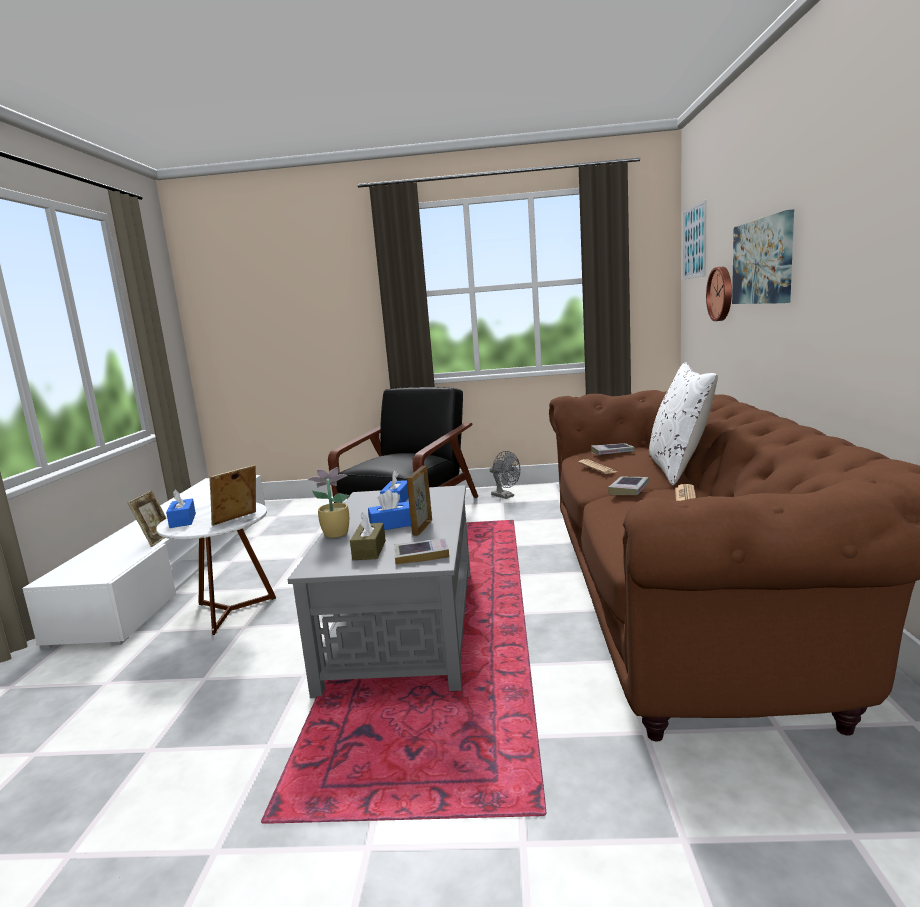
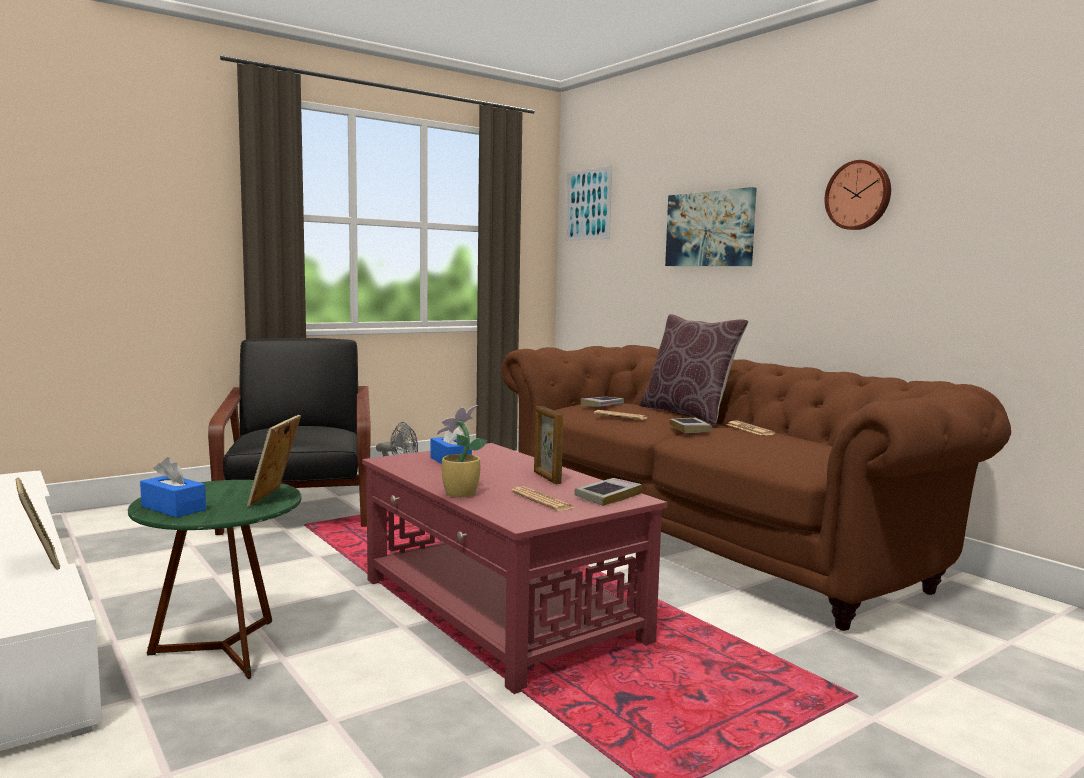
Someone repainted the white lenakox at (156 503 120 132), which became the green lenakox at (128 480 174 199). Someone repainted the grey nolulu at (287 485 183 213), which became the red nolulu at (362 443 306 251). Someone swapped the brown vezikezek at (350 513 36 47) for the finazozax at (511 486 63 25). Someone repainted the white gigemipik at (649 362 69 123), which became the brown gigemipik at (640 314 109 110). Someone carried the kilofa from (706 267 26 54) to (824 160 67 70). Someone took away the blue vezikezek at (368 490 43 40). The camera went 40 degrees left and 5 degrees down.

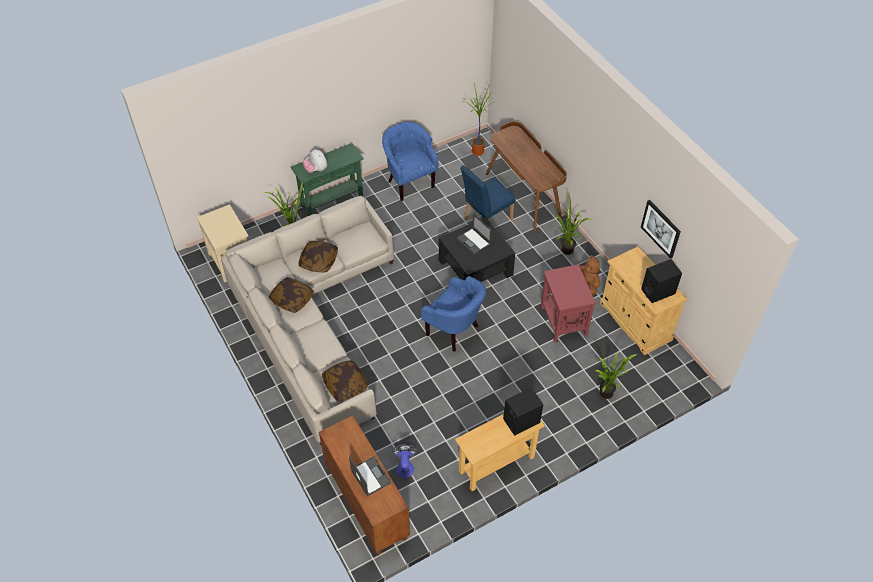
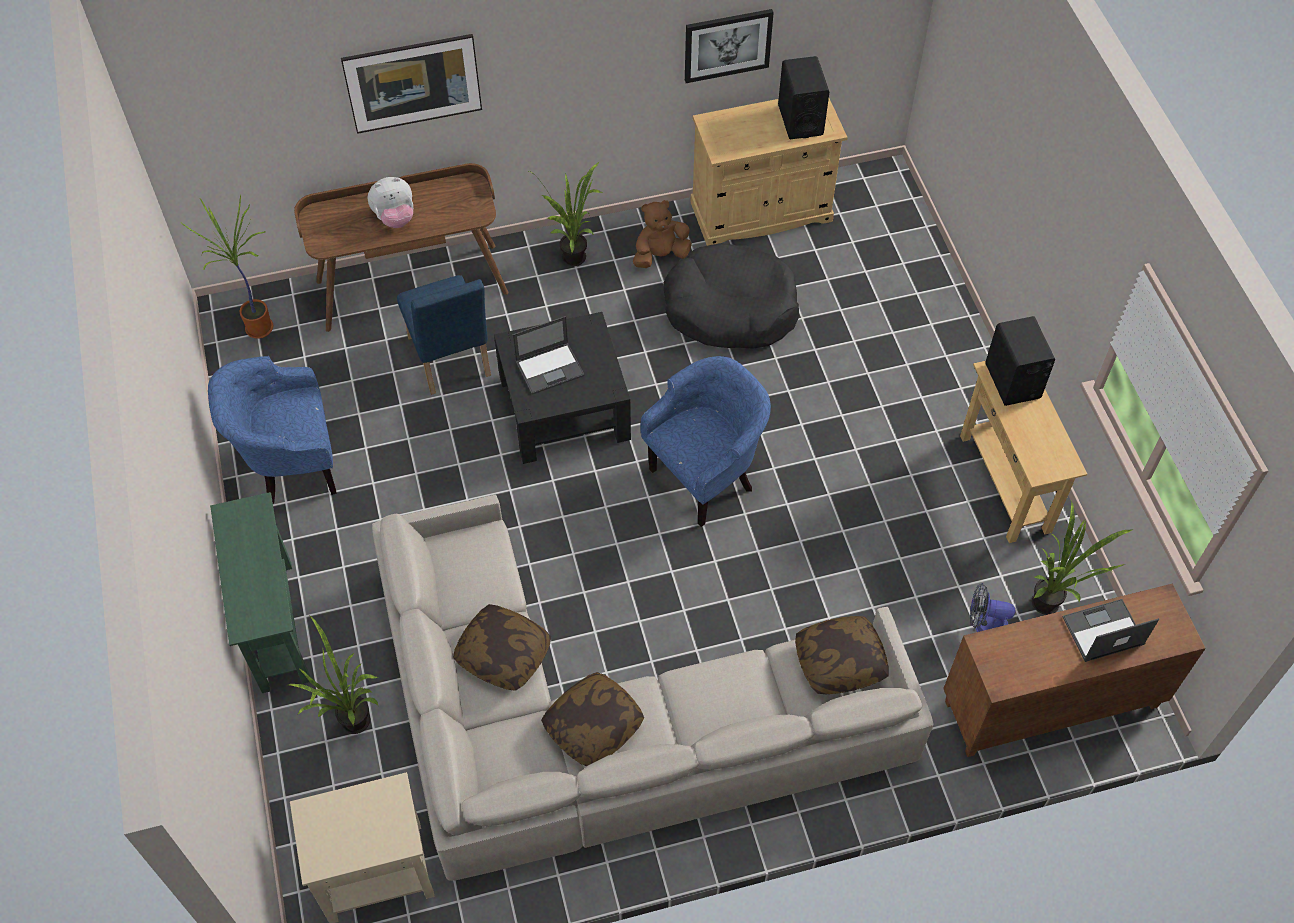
Someone put up the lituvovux at (341 34 141 100). Someone carried the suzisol from (303 149 25 24) to (368 177 45 51). Someone swapped the red lenakox at (540 264 56 78) for the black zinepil at (663 243 136 106). Someone carried the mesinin from (595 344 43 55) to (1032 501 100 114). The camera went 75 degrees left and 5 degrees up.

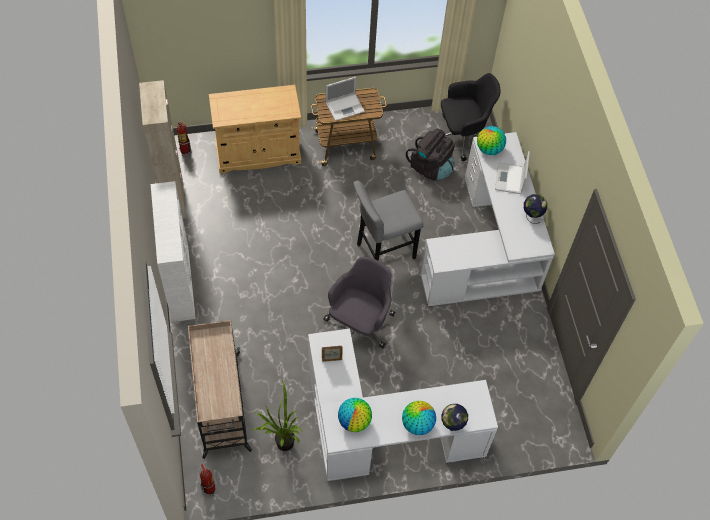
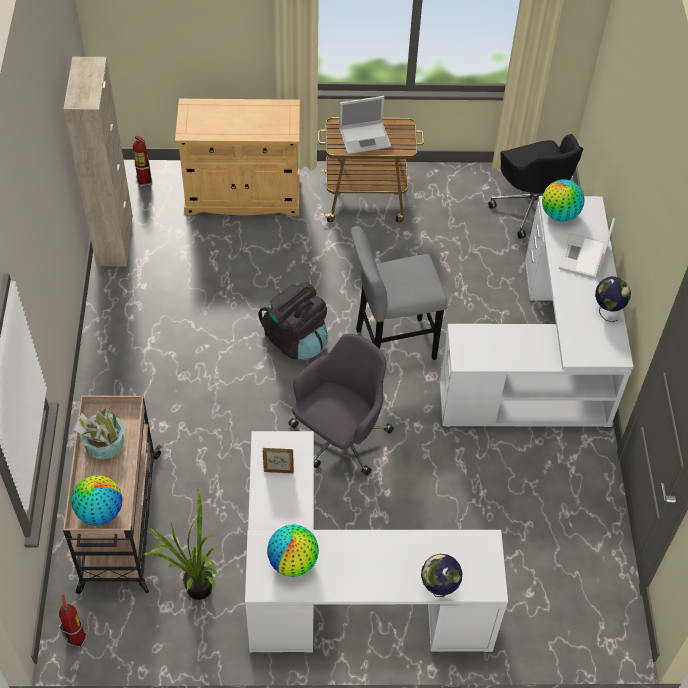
Someone carried the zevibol from (402 401 34 34) to (72 475 50 51). Someone put down the mesinin at (74 403 50 57). Someone carried the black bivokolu from (406 129 49 51) to (259 282 69 78). Someone rotated the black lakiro at (441 73 60 88) by 75 degrees clockwise. Someone took away the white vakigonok at (151 181 45 141). The camera went 10 degrees right and 5 degrees down.

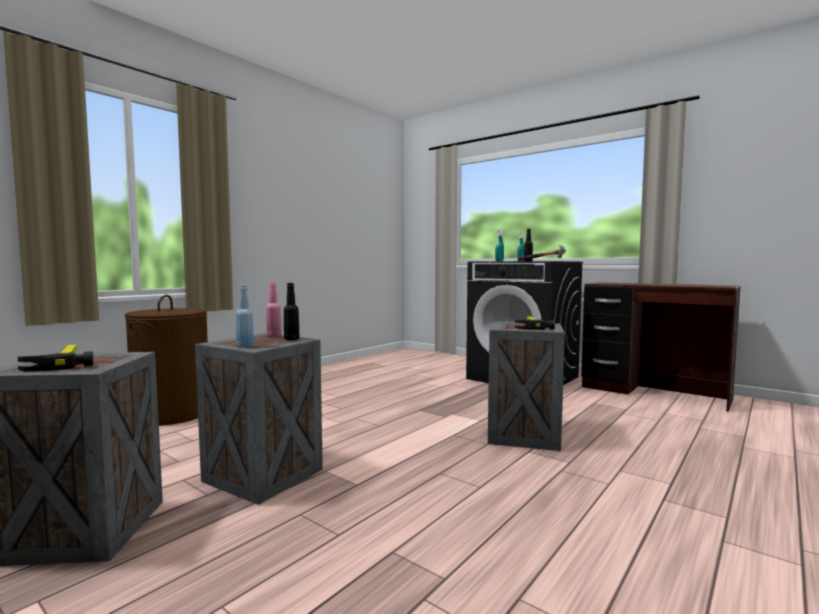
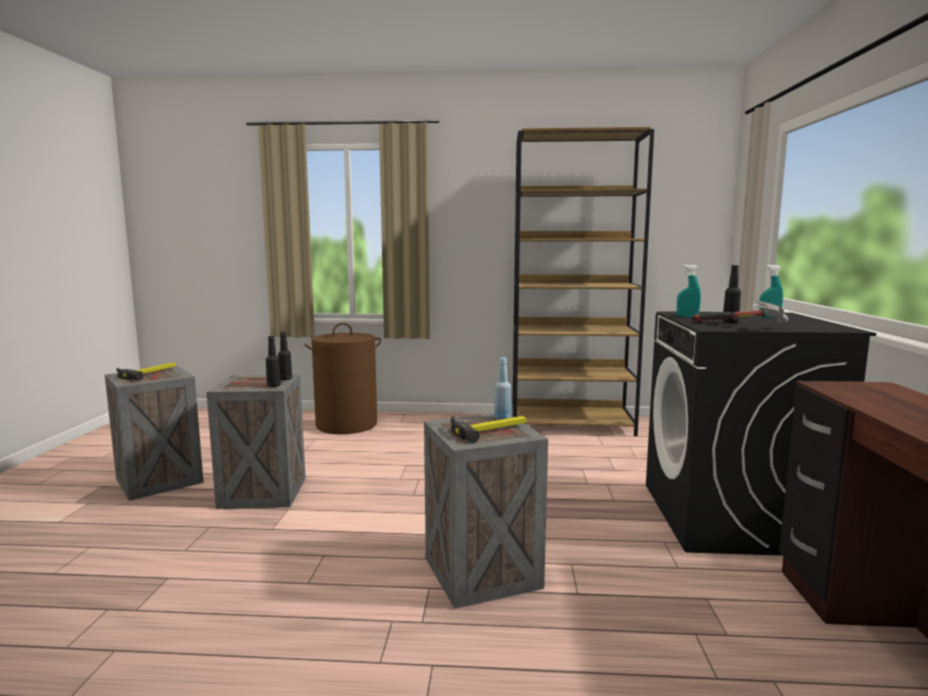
Someone repainted the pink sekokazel at (266 282 16 55), which became the black sekokazel at (278 332 14 48). Someone carried the blue sekokazel from (236 285 18 63) to (494 358 17 62). Someone put down the brown vakigonok at (512 127 142 309). The camera went 55 degrees right and 5 degrees up.

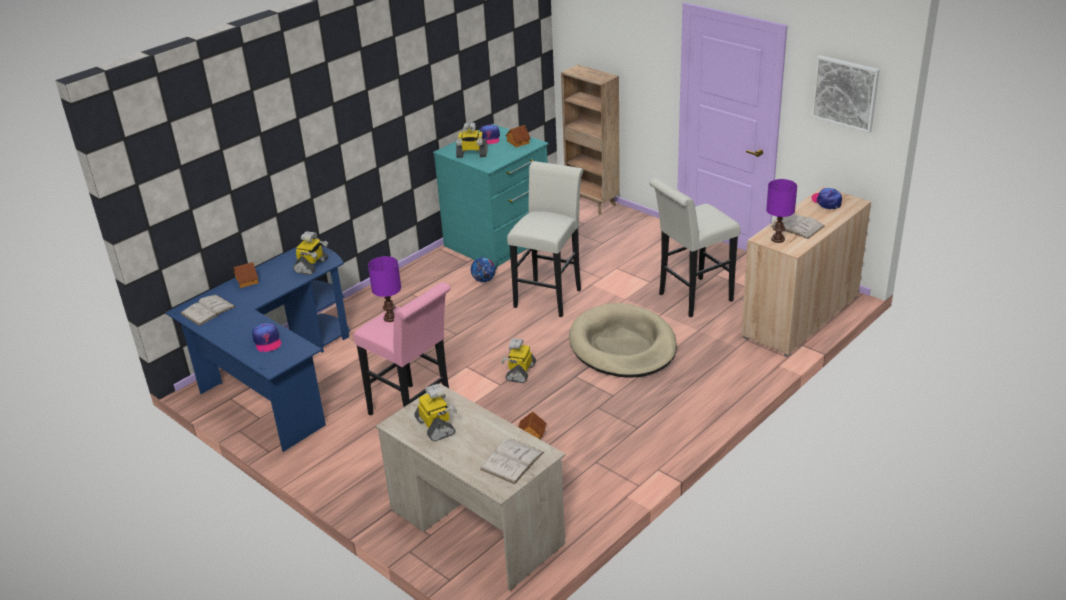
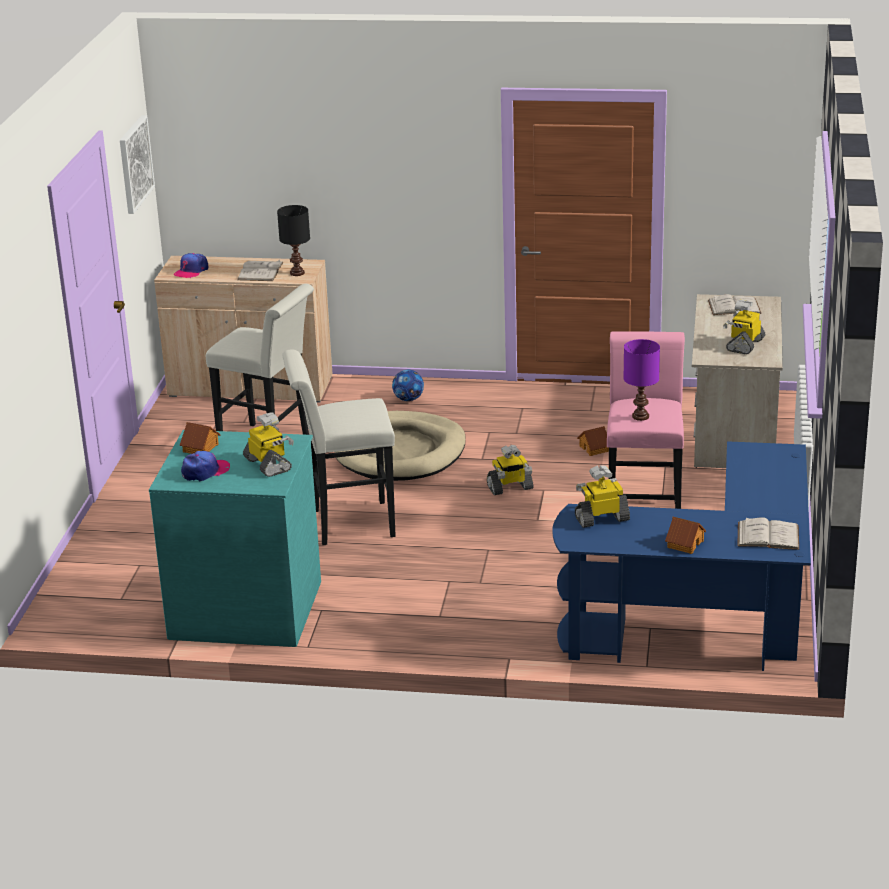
Someone repainted the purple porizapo at (766 179 31 64), which became the black porizapo at (277 205 33 71). Someone carried the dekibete from (471 257 25 25) to (392 370 32 31). Someone took away the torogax at (252 323 29 29). Someone took away the brown vakigonok at (561 65 59 150). The camera went 125 degrees left and 5 degrees down.

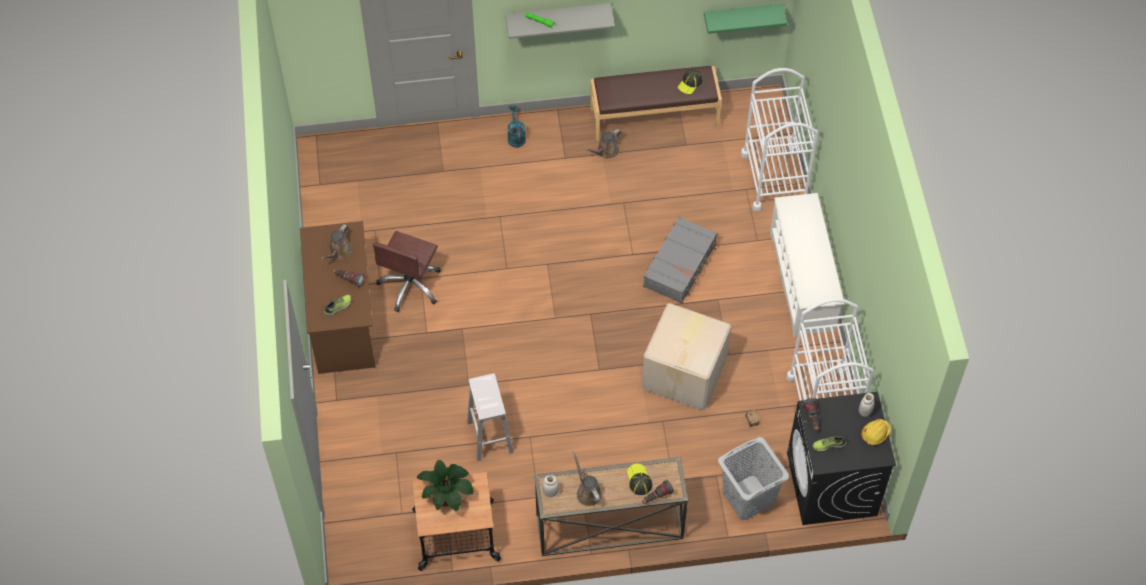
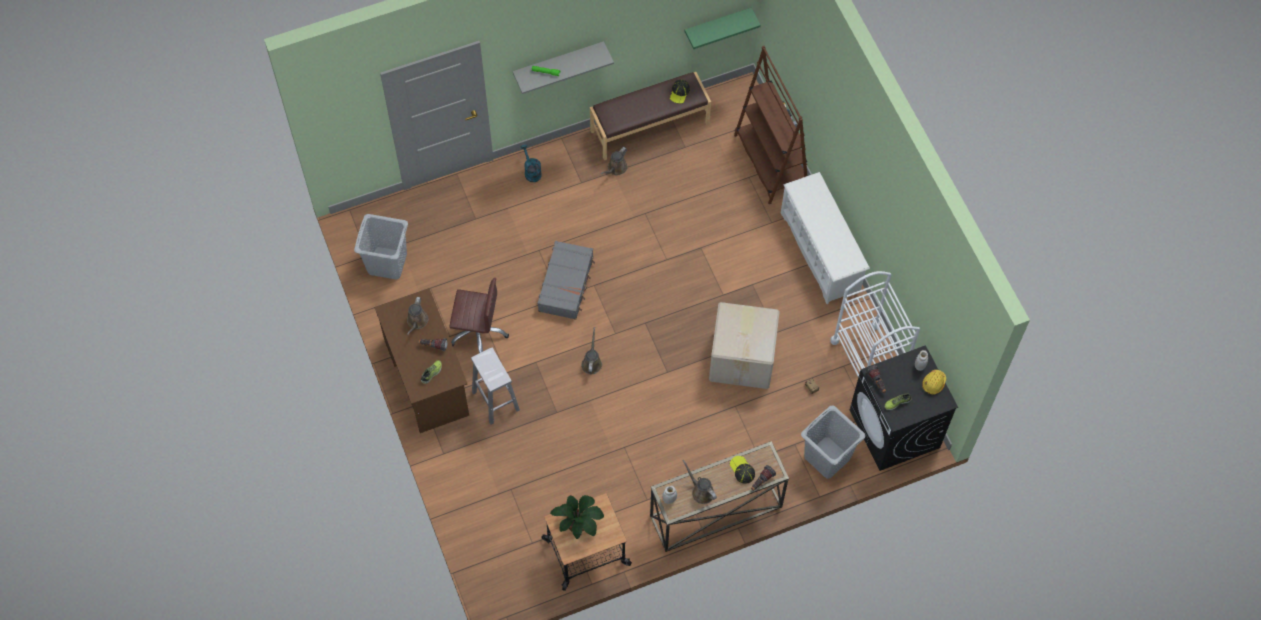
Someone put down the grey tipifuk at (354 214 54 66). Someone rotated the brown lakiro at (373 231 68 81) by 90 degrees counterclockwise. Someone carried the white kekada from (467 373 47 88) to (471 348 49 77). Someone carried the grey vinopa from (643 217 74 86) to (538 241 57 79). Someone put down the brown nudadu at (581 327 21 47). Someone swapped the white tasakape at (741 68 77 144) for the brown vakigonok at (734 46 73 158). The camera went 15 degrees left and 5 degrees up.

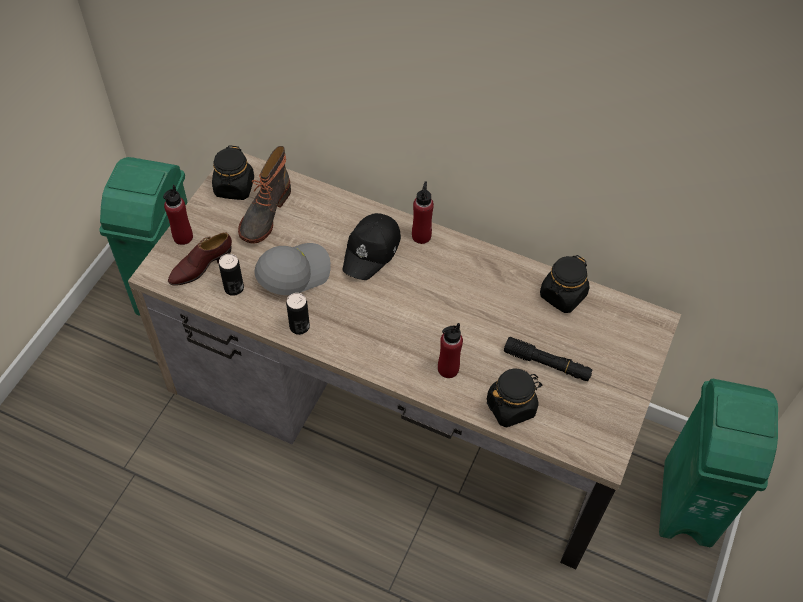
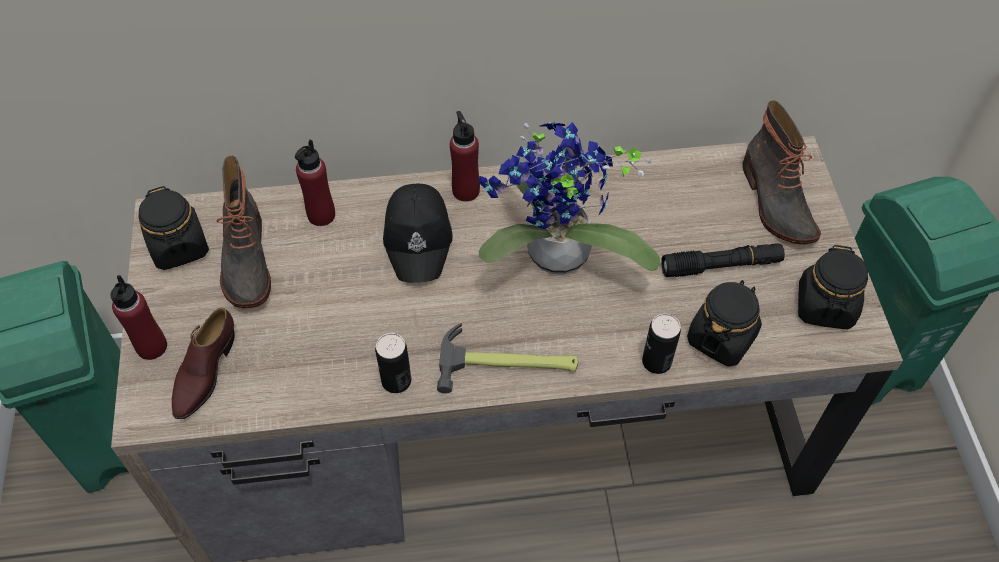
Someone carried the red sekokazel from (438 323 25 55) to (295 140 40 86). Someone put down the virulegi at (437 323 141 71). Someone put down the mesinin at (478 122 183 153). Someone carried the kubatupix from (219 254 25 42) to (642 313 39 61). Someone put down the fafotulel at (742 100 79 145). Someone carried the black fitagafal from (540 255 50 58) to (798 245 70 84). Someone took away the grey torogax at (254 243 77 52). The camera went 30 degrees left and 0 degrees up.

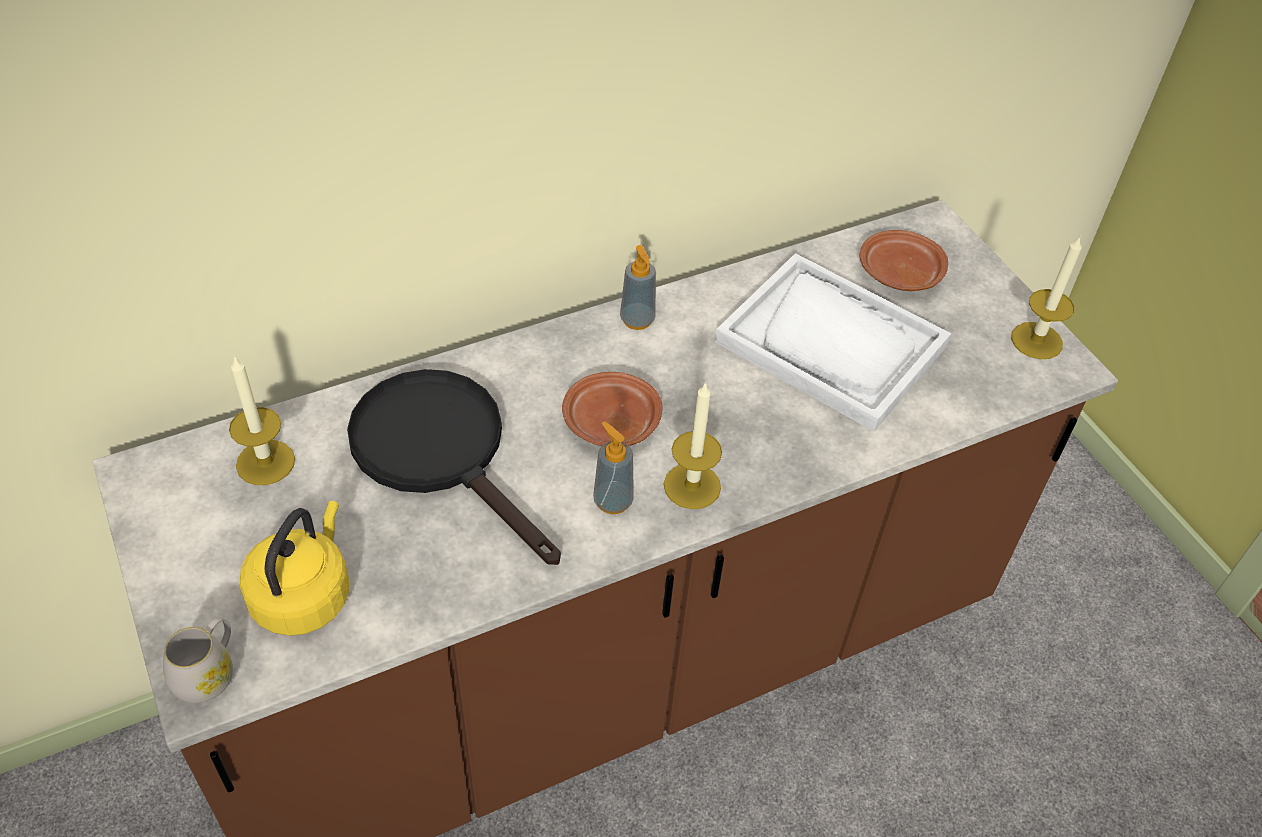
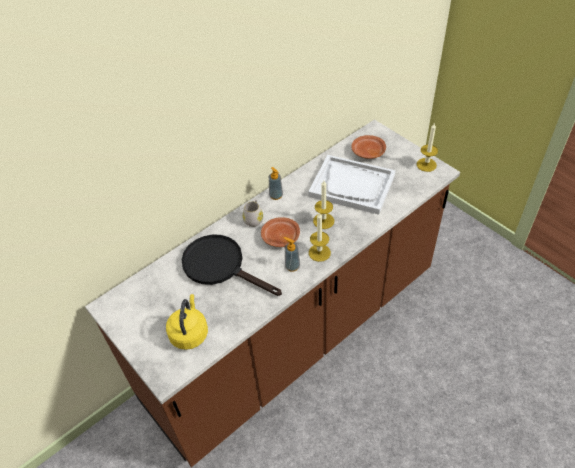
Someone carried the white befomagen from (163 617 70 86) to (243 199 20 28). Someone carried the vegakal from (229 355 66 130) to (313 181 21 48). The camera went 10 degrees left and 0 degrees up.

